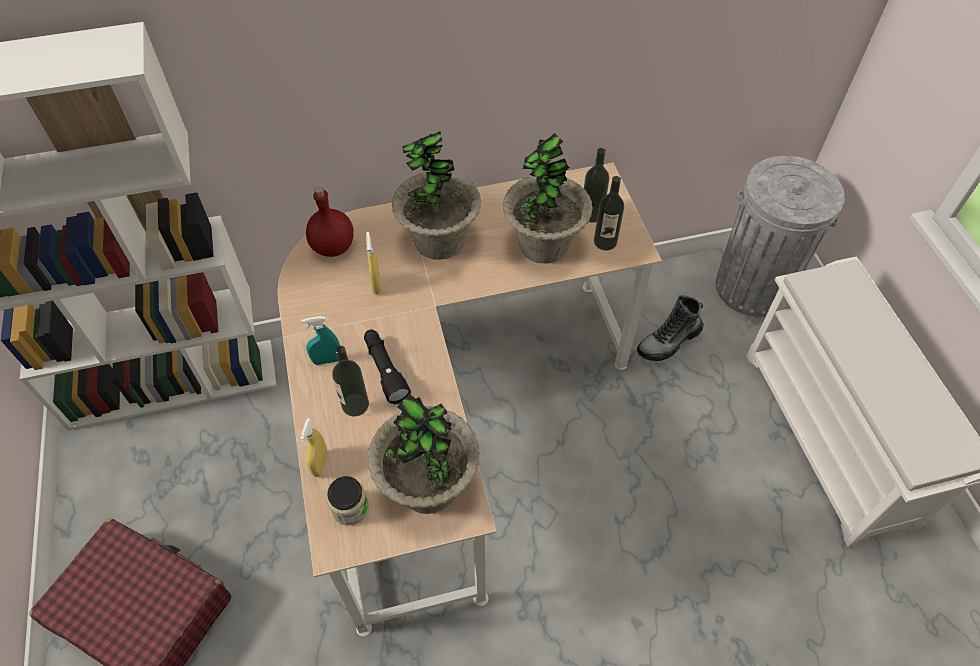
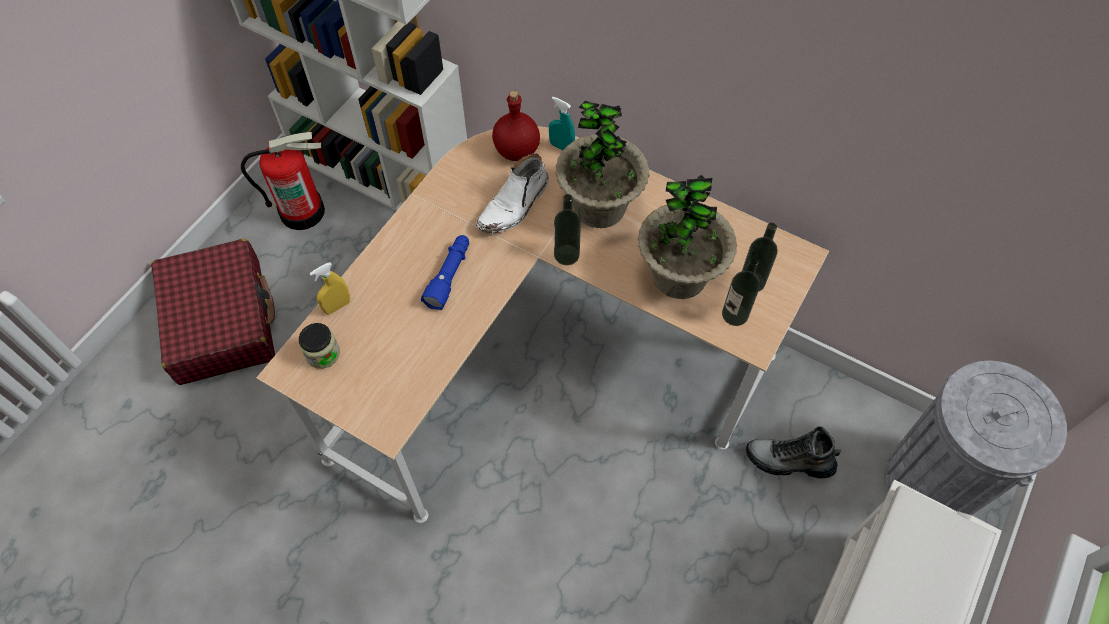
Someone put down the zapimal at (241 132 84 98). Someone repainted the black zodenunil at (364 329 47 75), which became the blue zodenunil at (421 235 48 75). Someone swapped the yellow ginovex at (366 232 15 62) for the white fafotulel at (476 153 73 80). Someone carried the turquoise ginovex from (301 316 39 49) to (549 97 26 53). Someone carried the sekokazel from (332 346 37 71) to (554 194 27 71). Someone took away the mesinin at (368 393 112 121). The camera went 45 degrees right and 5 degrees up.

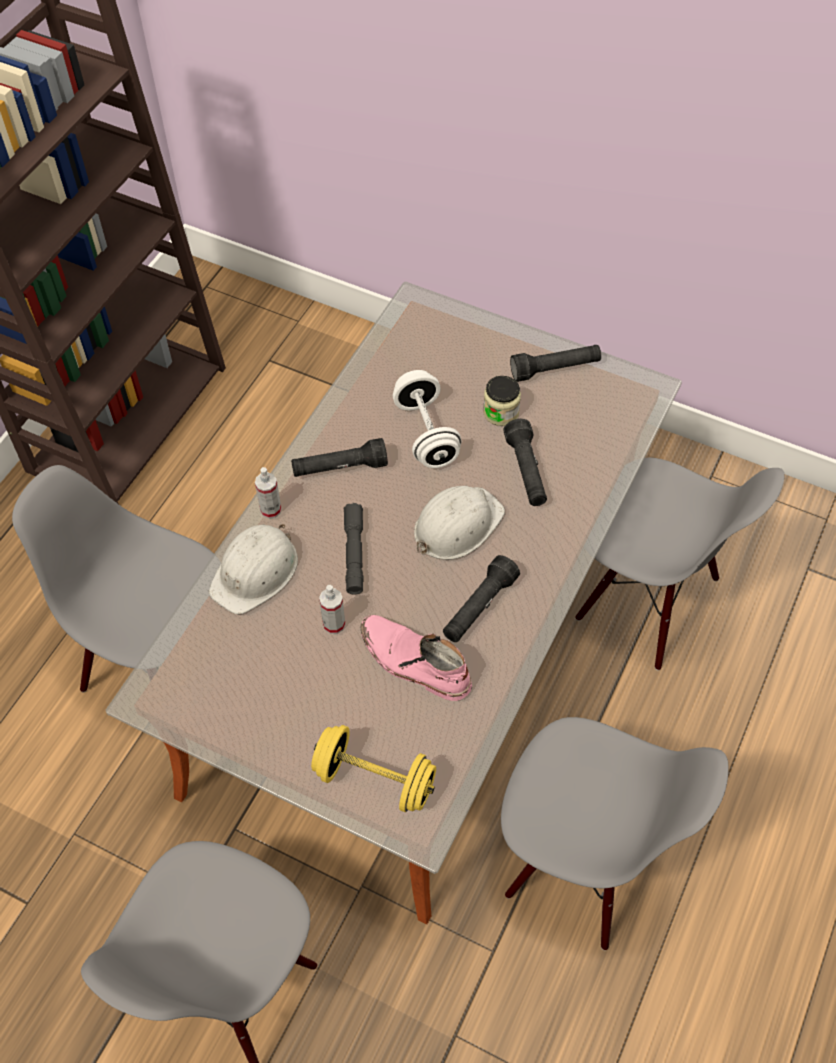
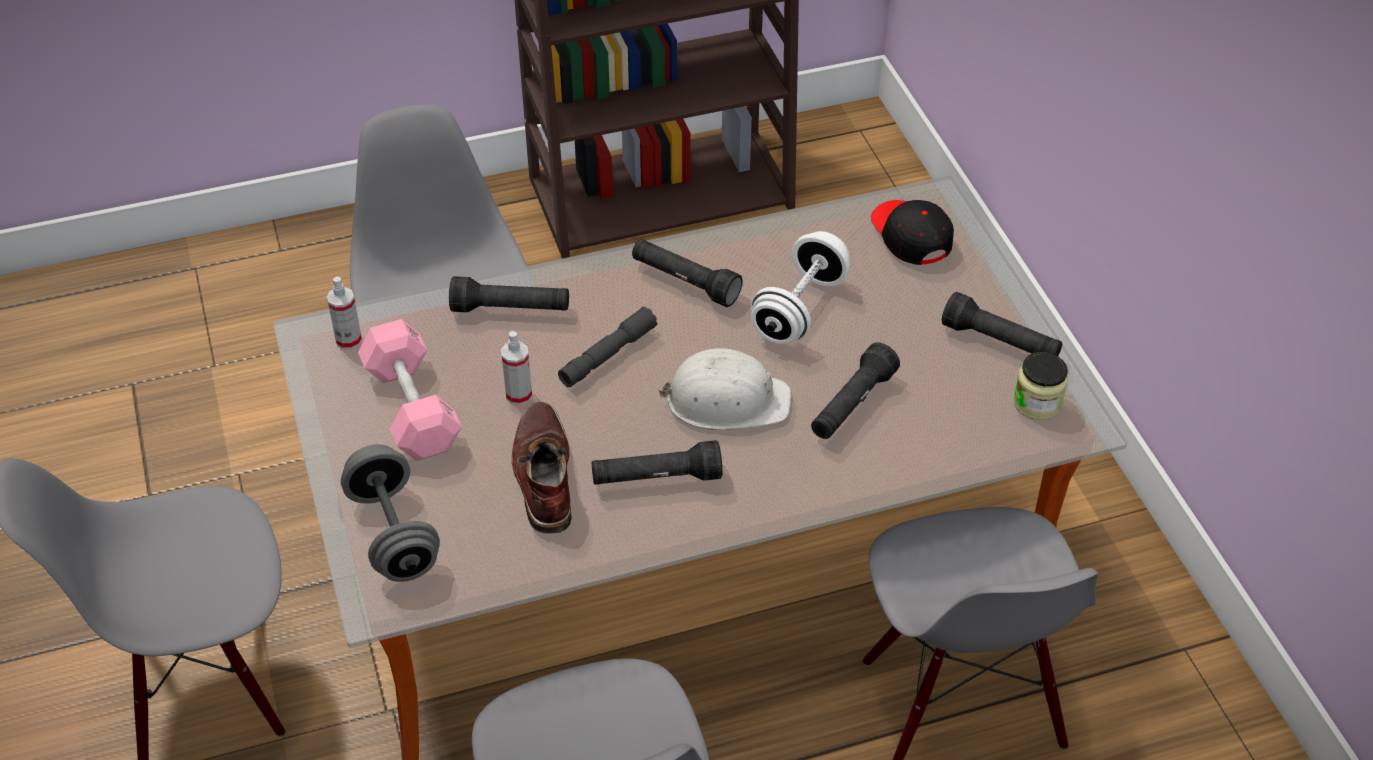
Someone carried the ginovex from (255 467 26 52) to (327 276 35 74). Someone repainted the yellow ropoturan at (311 725 125 87), which became the grey ropoturan at (341 444 99 138). Someone put down the pink ropoturan at (358 319 104 142). Someone swapped the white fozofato at (209 524 89 90) for the black zodenunil at (449 276 120 36). Someone repainted the pink fafotulel at (360 615 112 86), which became the brown fafotulel at (512 401 60 133). Someone put down the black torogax at (871 200 83 65). Someone carried the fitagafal from (483 376 38 50) to (1013 352 55 68). The camera went 45 degrees right and 10 degrees down.

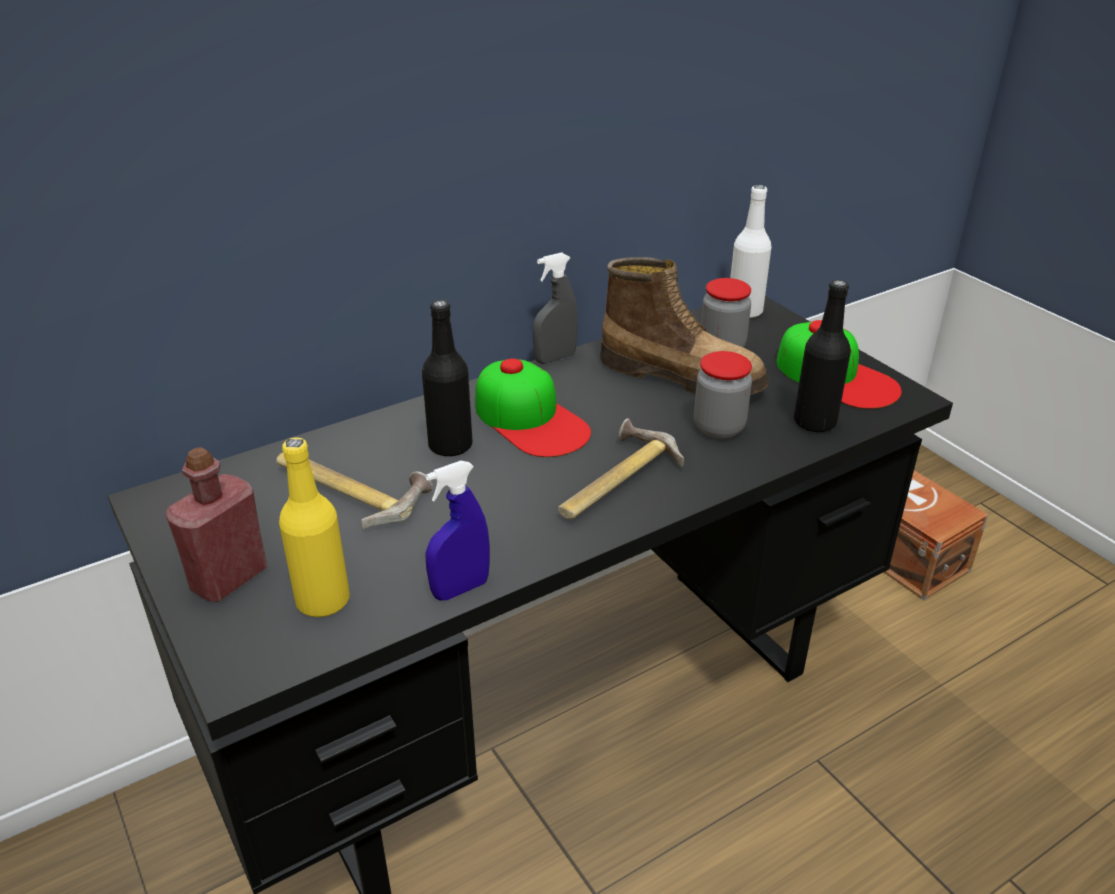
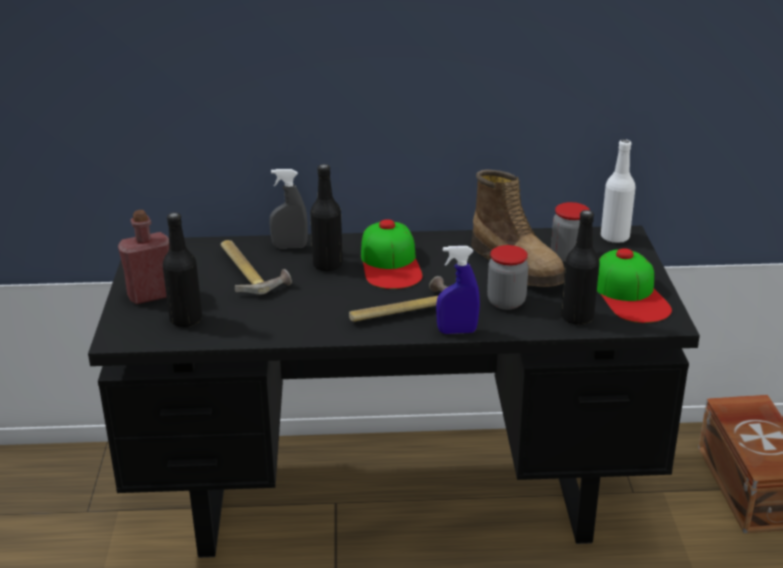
Someone repainted the yellow sekokazel at (279 437 71 180), which became the black sekokazel at (163 213 39 114). Someone carried the grey ginovex from (533 252 45 112) to (269 169 39 80). Someone carried the blue ginovex from (425 461 65 139) to (436 246 44 88). The camera went 30 degrees right and 5 degrees down.

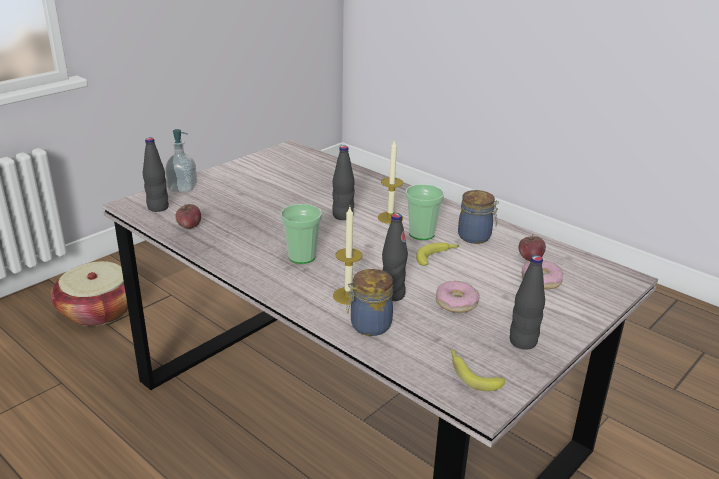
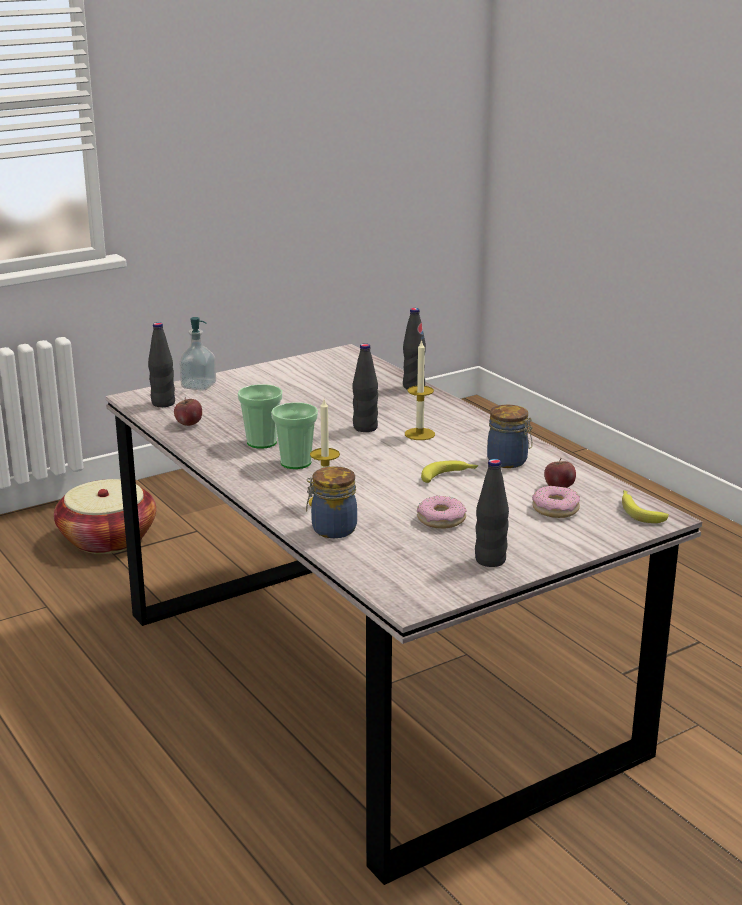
Someone carried the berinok from (405 184 39 56) to (238 384 45 65). Someone carried the black sekokazel from (382 213 26 88) to (403 308 23 82). Someone carried the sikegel from (451 349 54 42) to (622 490 47 33). The camera went 15 degrees right and 5 degrees down.

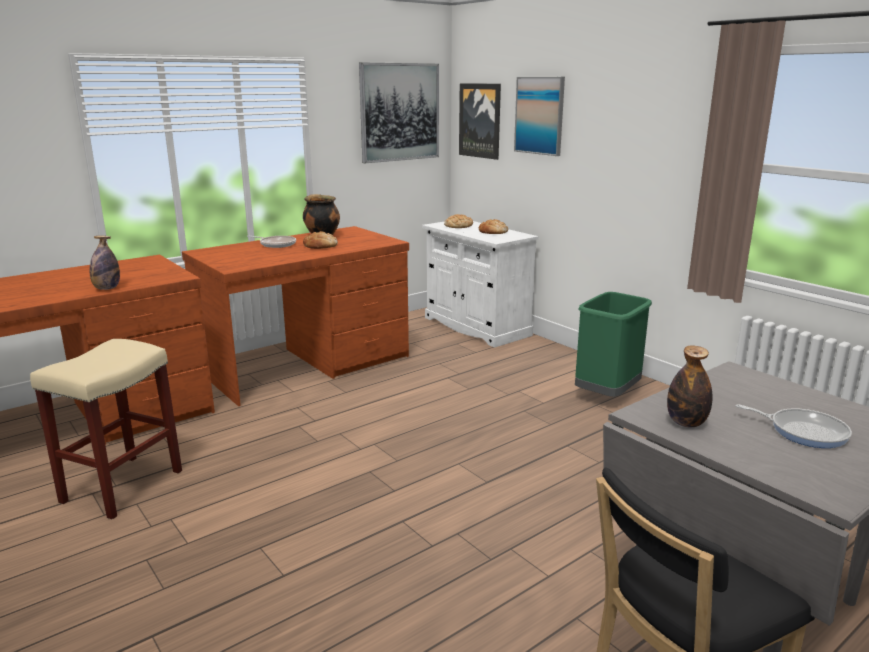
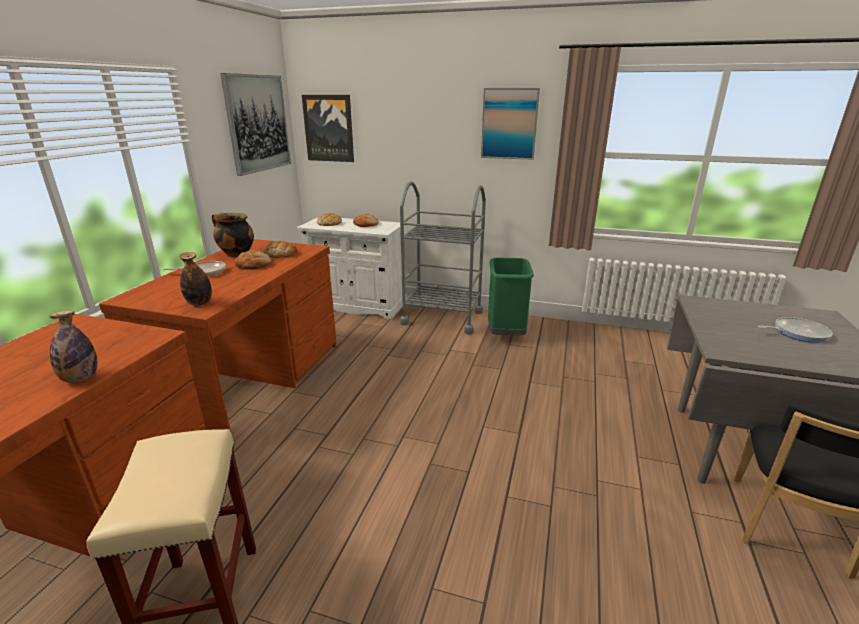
Someone carried the sekokazel from (667 345 45 82) to (180 252 32 53). Someone put down the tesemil at (264 240 33 18). Someone put down the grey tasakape at (400 181 86 154). Someone carried the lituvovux from (514 77 51 79) to (481 88 59 72). The camera went 35 degrees left and 5 degrees up.

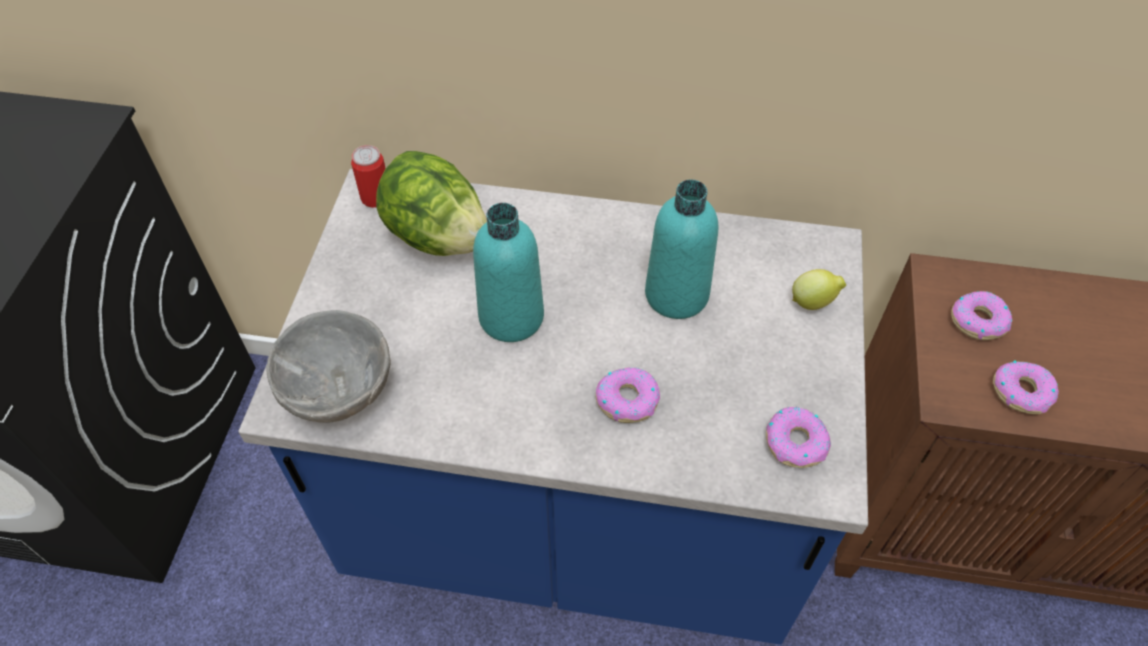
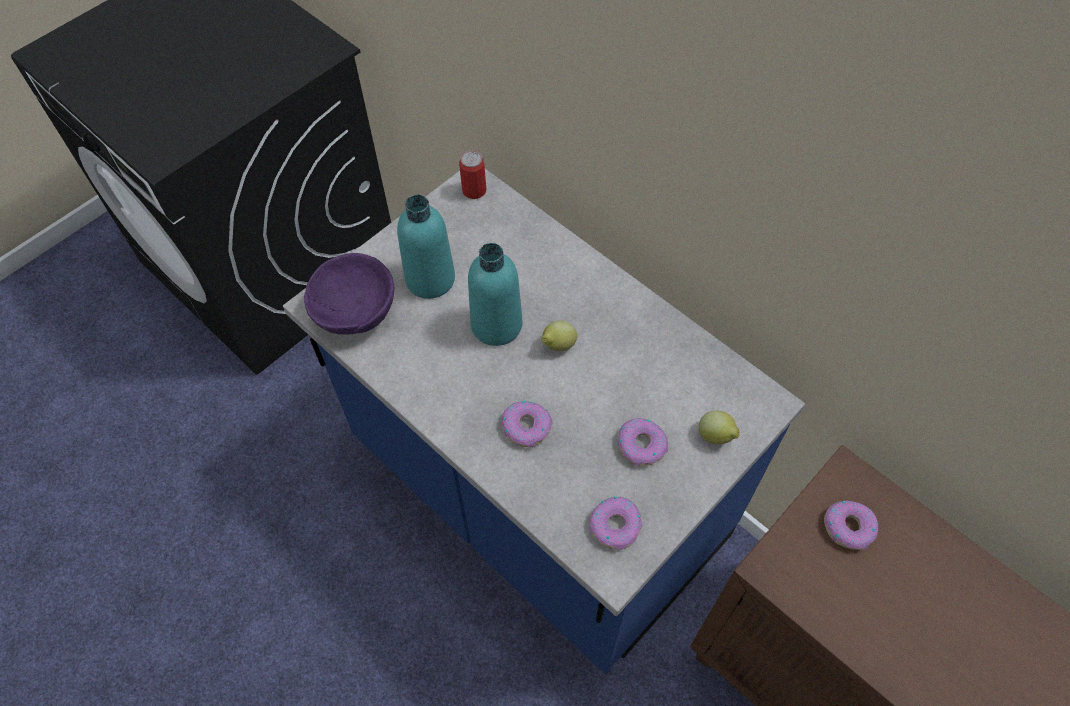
Someone repainted the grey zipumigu at (267 310 124 113), which became the purple zipumigu at (304 253 90 81). Someone carried the turquoise sekokazel from (645 180 73 139) to (397 195 58 104). Someone put down the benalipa at (542 320 35 31). Someone carried the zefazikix from (993 361 66 53) to (617 418 51 48). Someone took away the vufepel at (376 151 111 105). The camera went 35 degrees right and 5 degrees up.

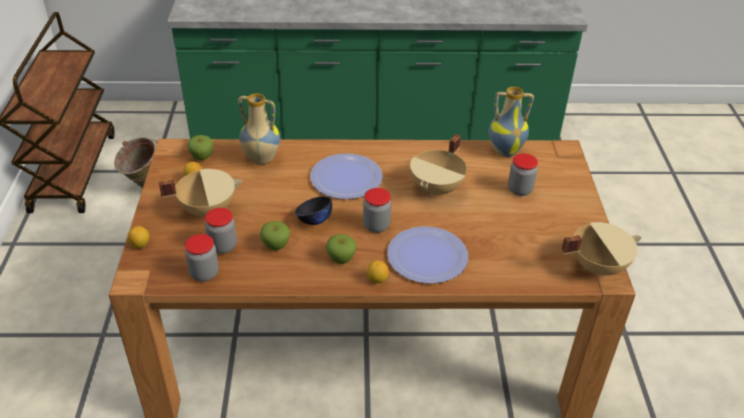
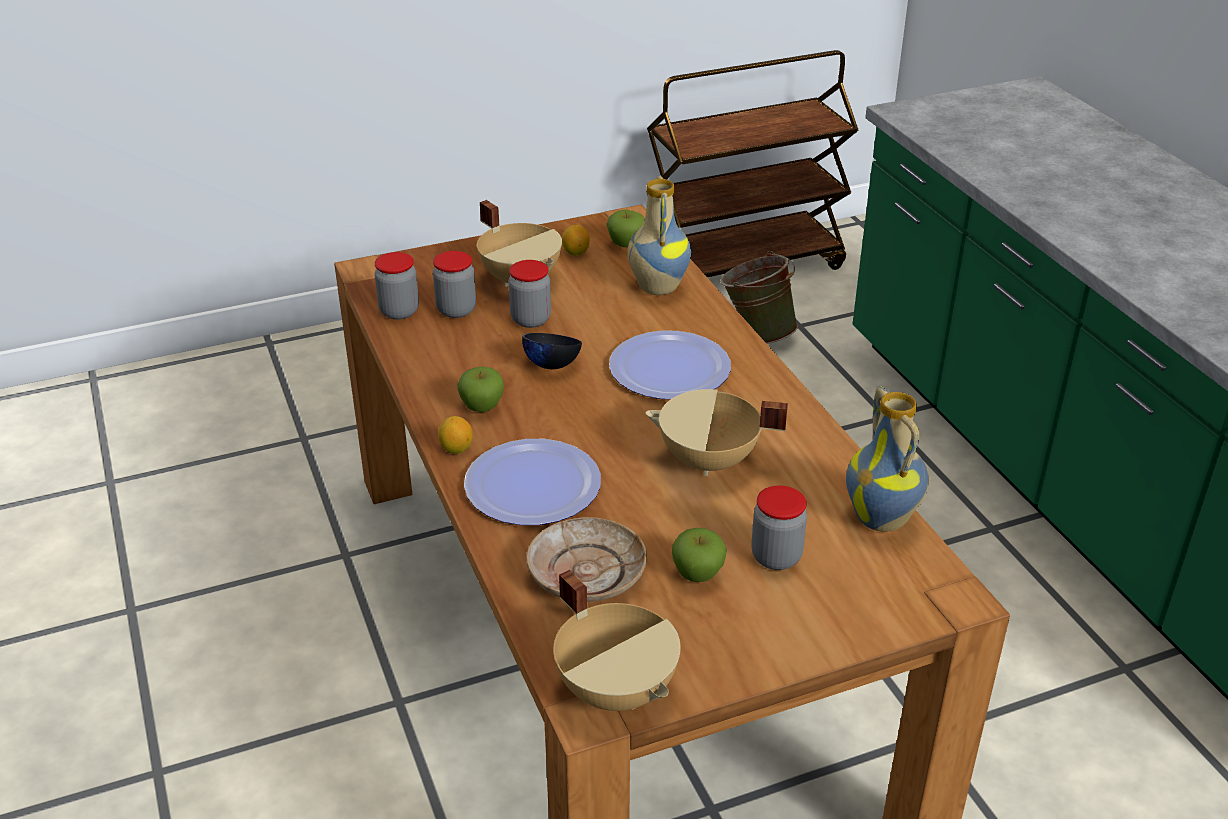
Someone carried the fitagafal from (363 188 28 45) to (508 260 43 68). Someone put down the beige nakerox at (526 517 121 85). Someone carried the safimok from (260 221 31 29) to (672 528 55 54). Someone took away the benalipa at (127 226 22 22). The camera went 70 degrees right and 5 degrees down.

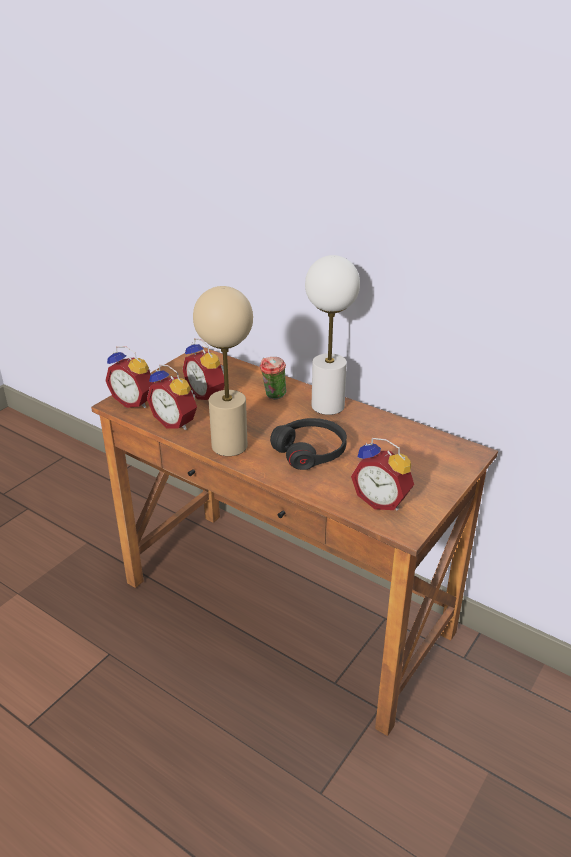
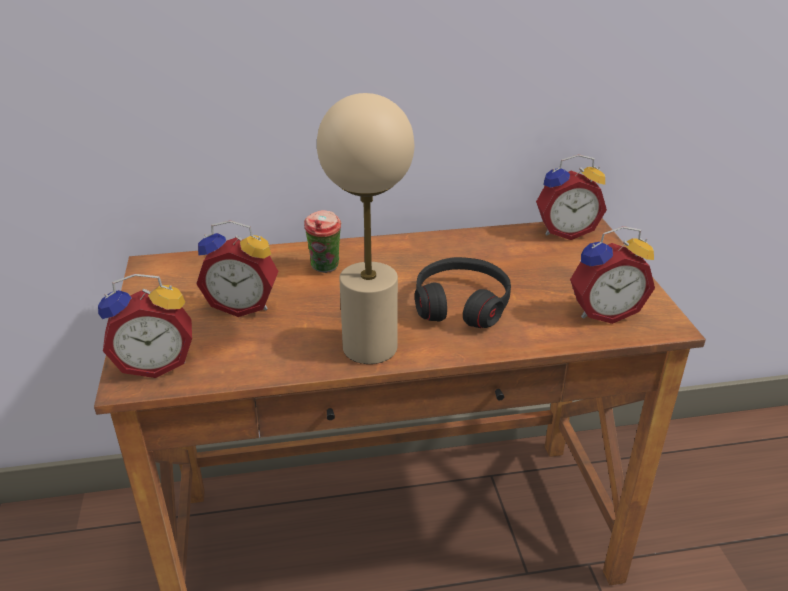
Someone carried the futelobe from (147 364 50 66) to (536 154 71 86). Someone took away the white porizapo at (305 255 55 160). The camera went 45 degrees left and 0 degrees up.

